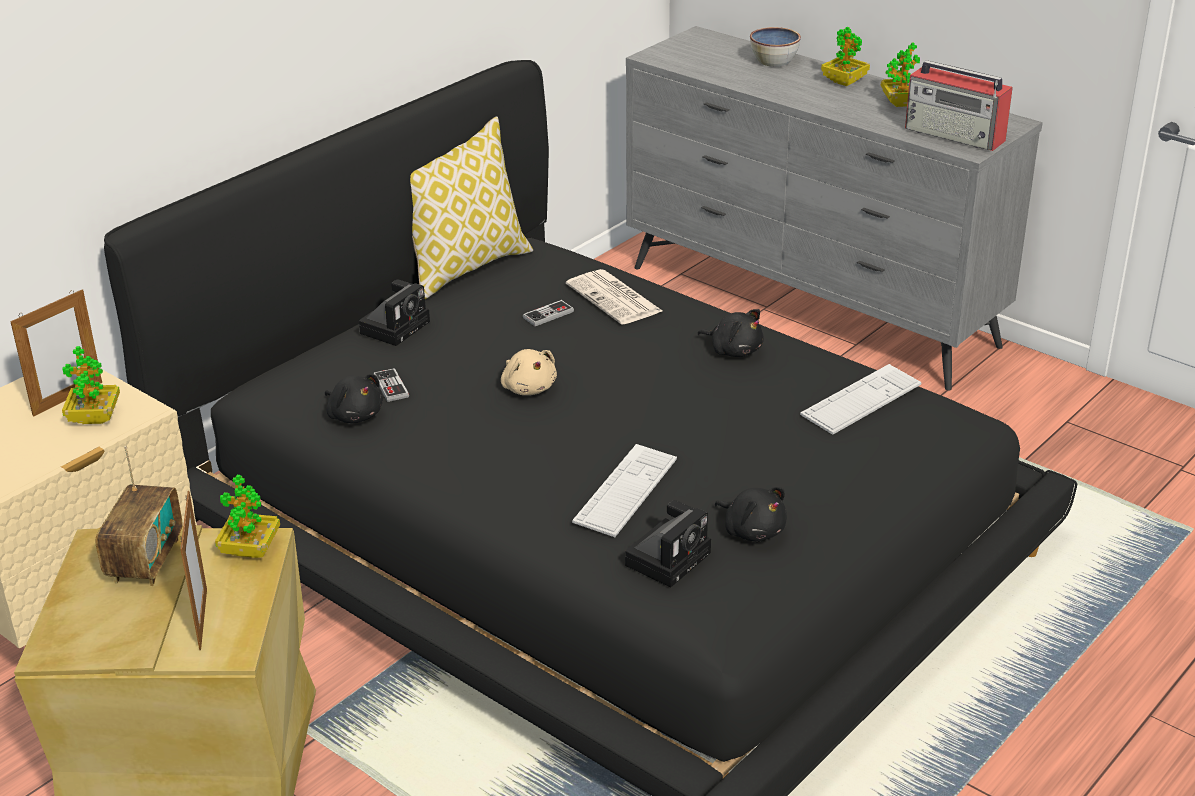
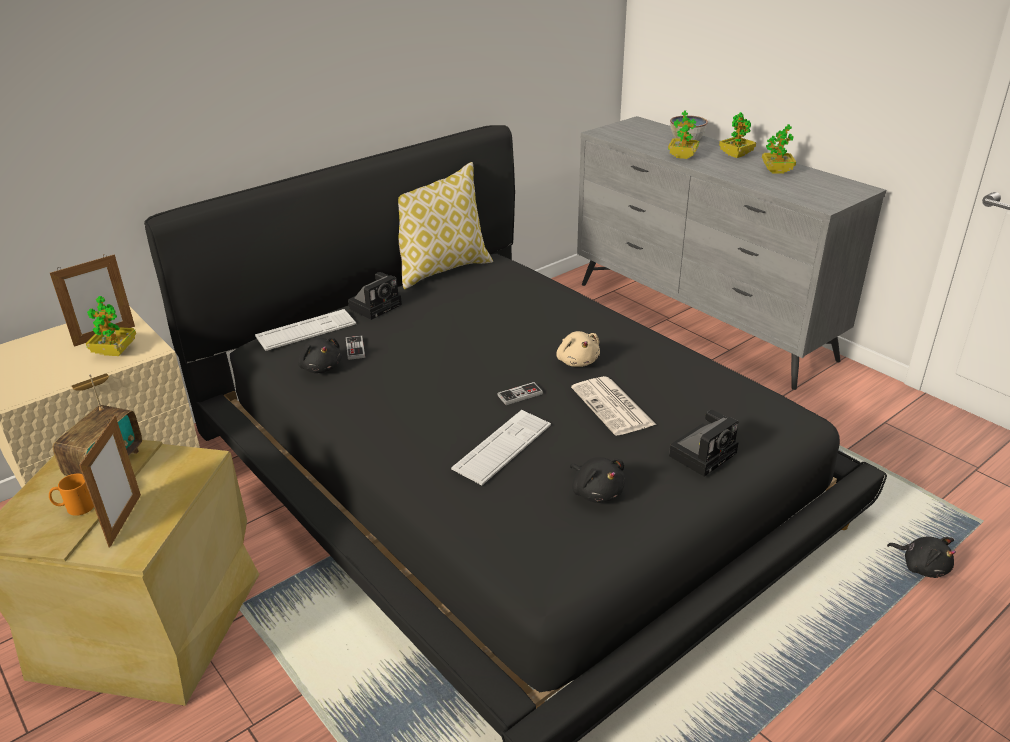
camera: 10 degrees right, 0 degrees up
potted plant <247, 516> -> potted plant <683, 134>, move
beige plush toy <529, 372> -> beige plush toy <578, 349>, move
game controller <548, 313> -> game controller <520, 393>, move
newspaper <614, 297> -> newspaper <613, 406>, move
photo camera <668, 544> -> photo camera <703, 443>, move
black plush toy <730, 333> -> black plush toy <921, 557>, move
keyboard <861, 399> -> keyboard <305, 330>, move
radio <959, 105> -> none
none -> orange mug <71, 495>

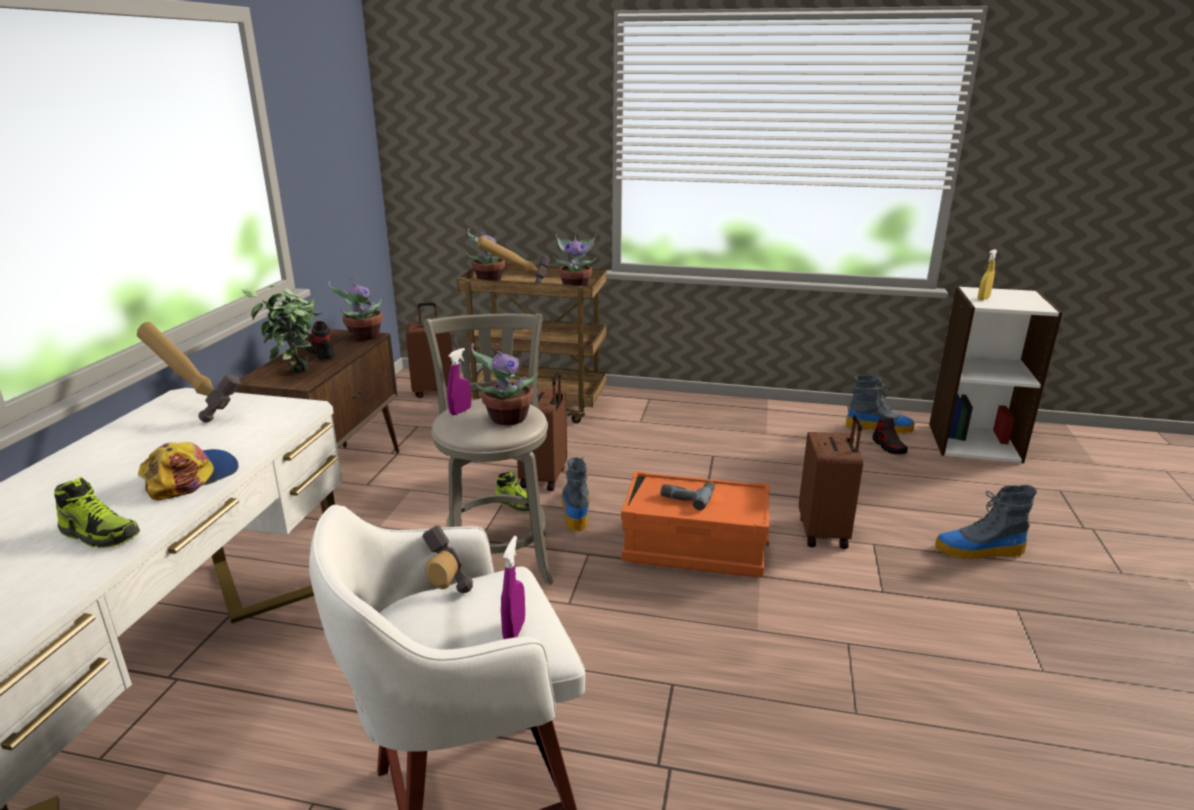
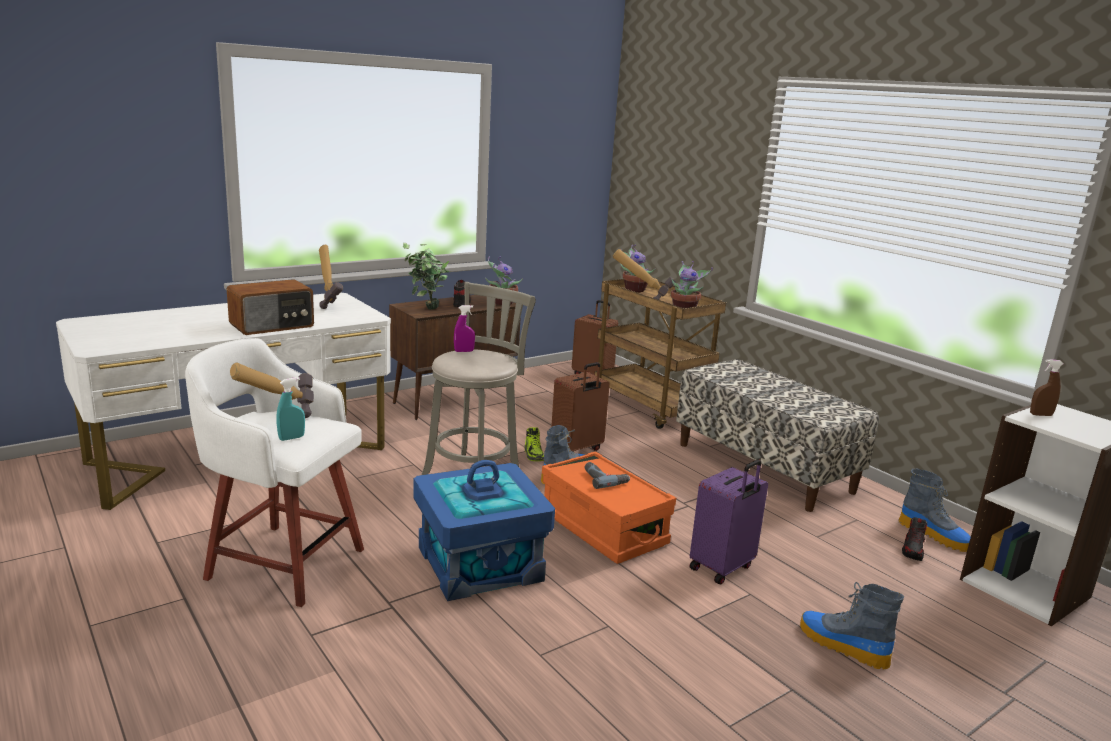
camera: 40 degrees right, 5 degrees down
shoe <97, 512> -> none
cap <188, 471> -> radio <270, 307>
potted plant <504, 384> -> none
purple spray bottle <513, 587> -> turquoise spray bottle <290, 409>
brown suitcase <831, 482> -> purple suitcase <729, 522>
yellow spray bottle <987, 274> -> brown spray bottle <1047, 387>
none -> blue storage box <484, 530>
none -> bench <777, 435>

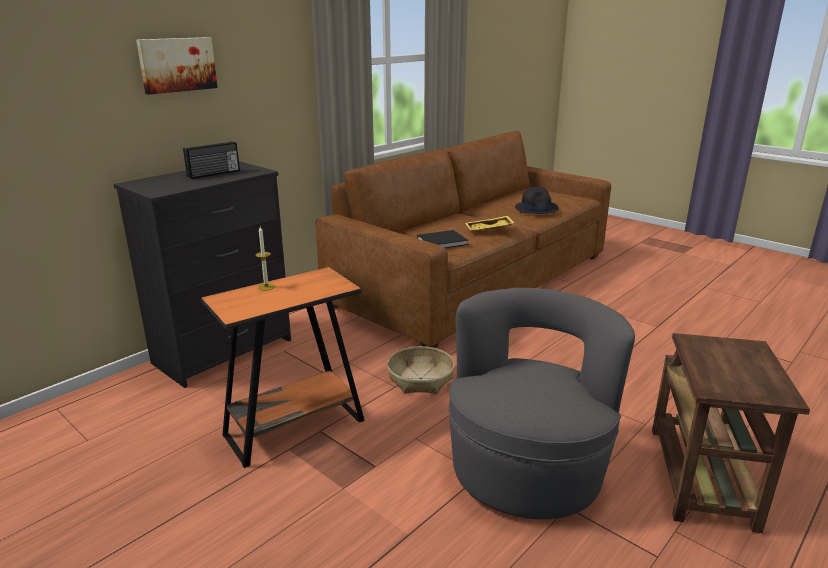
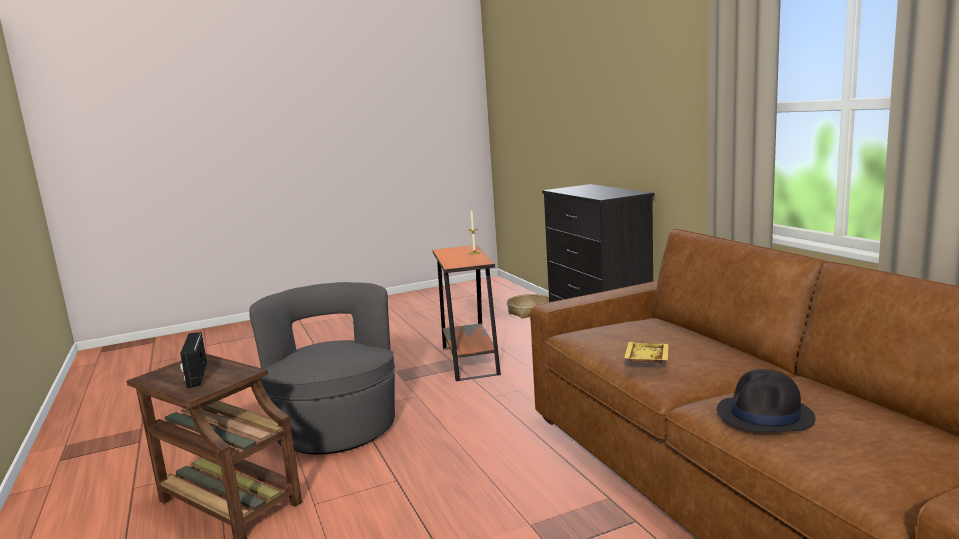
camera: 115 degrees right, 10 degrees down
picture <177, 66> -> none
radio <211, 160> -> radio <193, 360>, move
basket <421, 370> -> basket <528, 306>, move
black book <442, 239> -> none
grey armchair <541, 404> -> grey armchair <322, 368>, 150 degrees counterclockwise

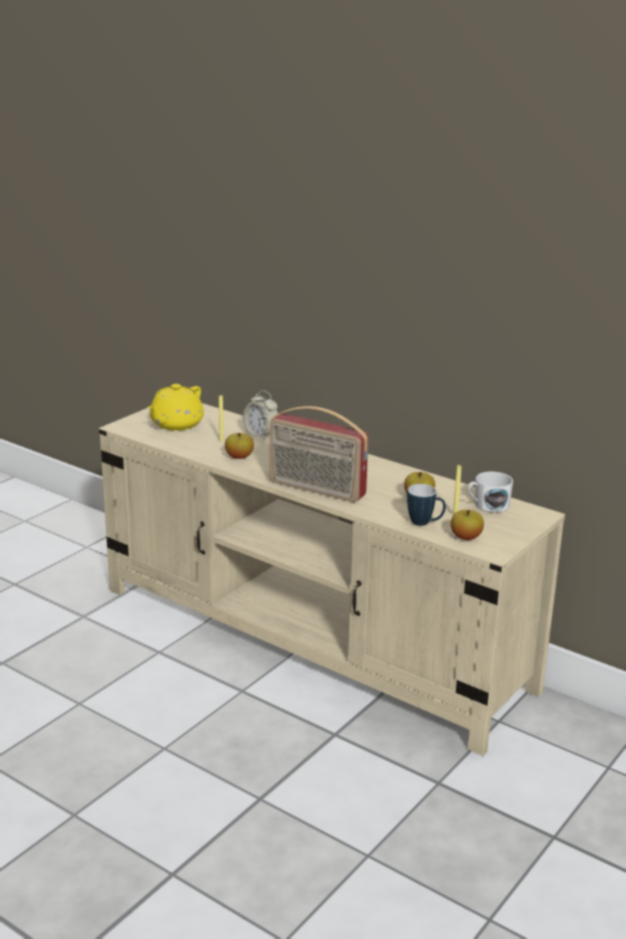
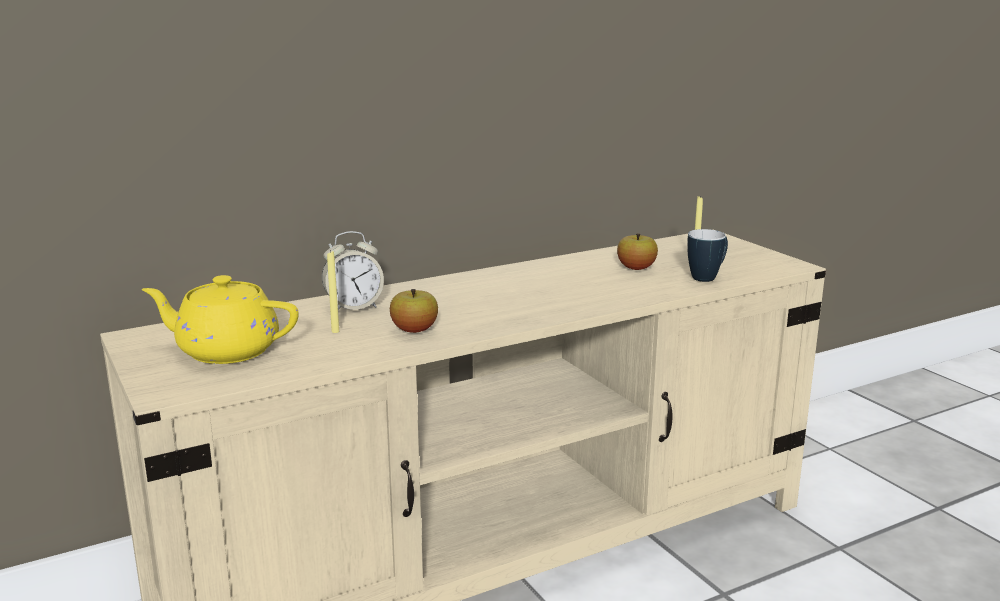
camera: 65 degrees left, 5 degrees down
yellow teapot <176, 407> -> yellow teapot <220, 319>, 135 degrees clockwise
radio <319, 454> -> none
apple <467, 525> -> none
white mug <490, 492> -> none

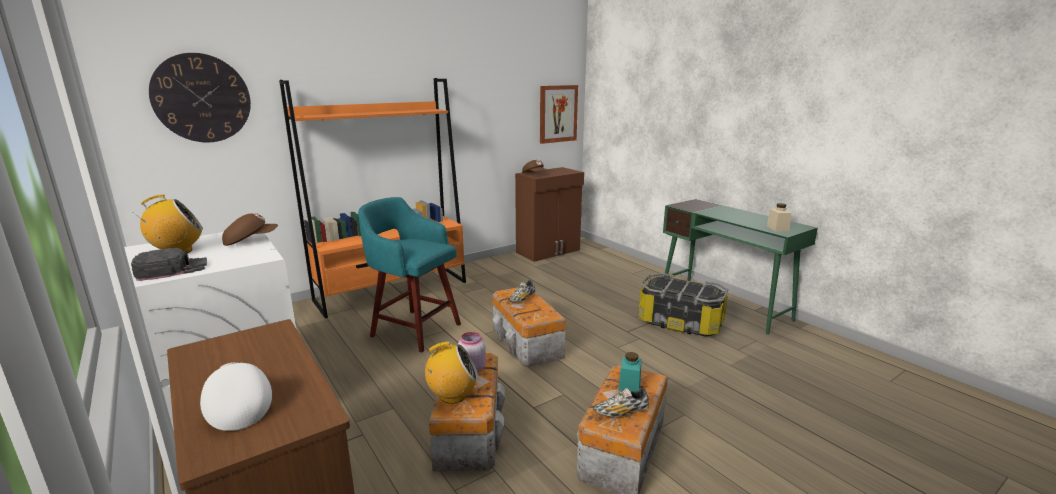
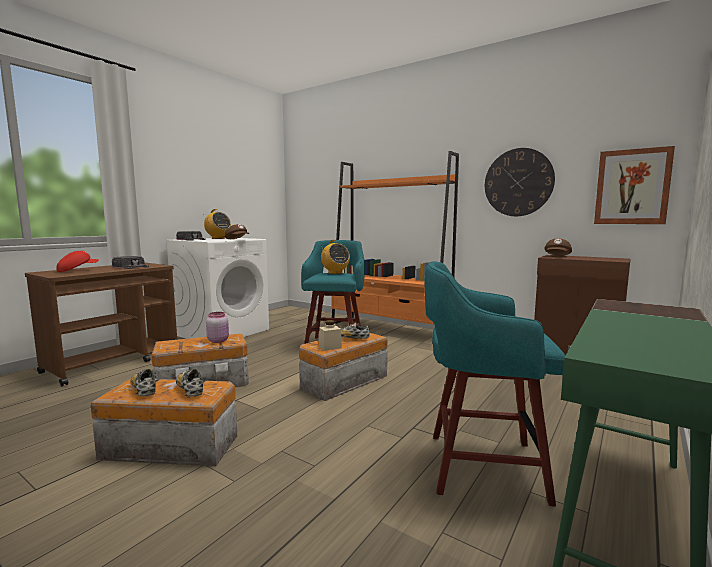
camera: 70 degrees right, 10 degrees down
wall clock <200, 97> -> wall clock <520, 182>, move
white cap <236, 396> -> red cap <77, 261>
radio <450, 373> -> radio <335, 257>, move
turquoise jar <630, 372> -> shoe <189, 383>
storage box <683, 305> -> turquoise stool <495, 384>
beige jar <779, 217> -> beige jar <330, 335>, move
none -> black cap <130, 262>

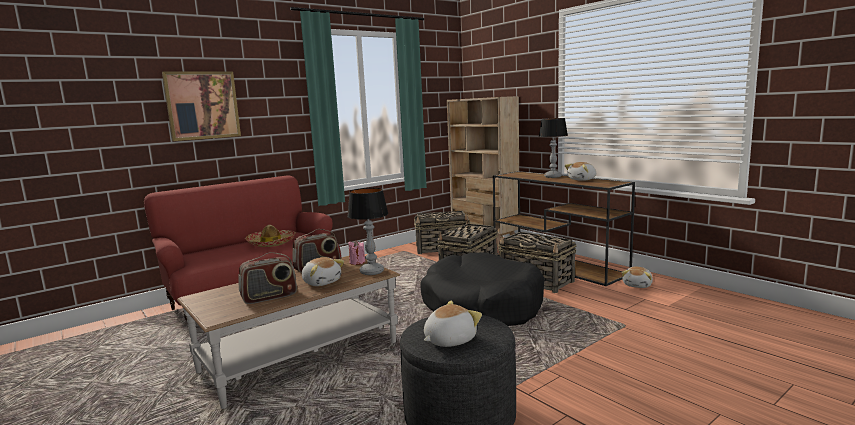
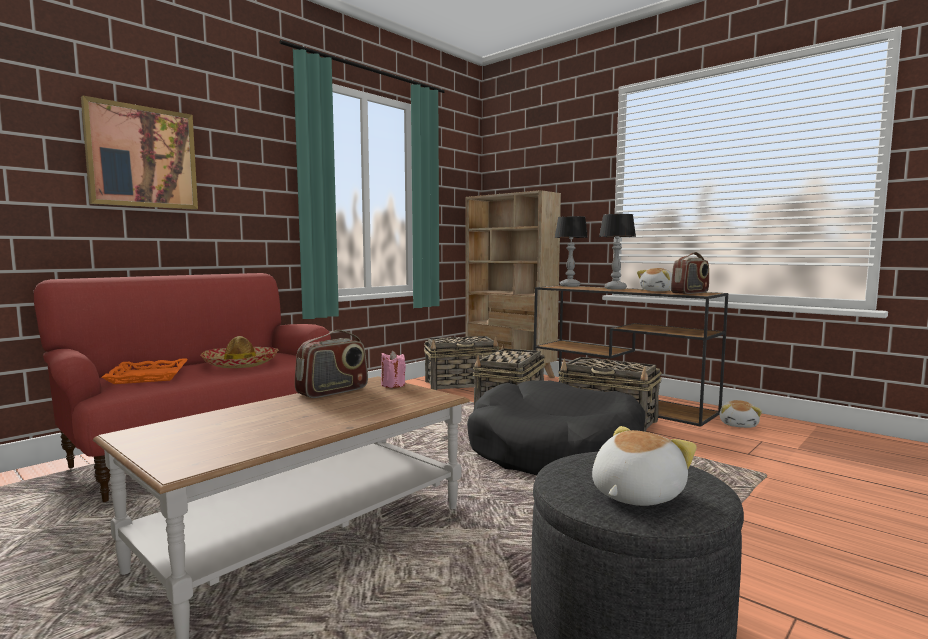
camera: 10 degrees left, 5 degrees down
radio <268, 278> -> radio <690, 273>, move
plush toy <323, 271> -> none
table lamp <367, 231> -> table lamp <571, 251>, move
none -> orange tray <145, 371>

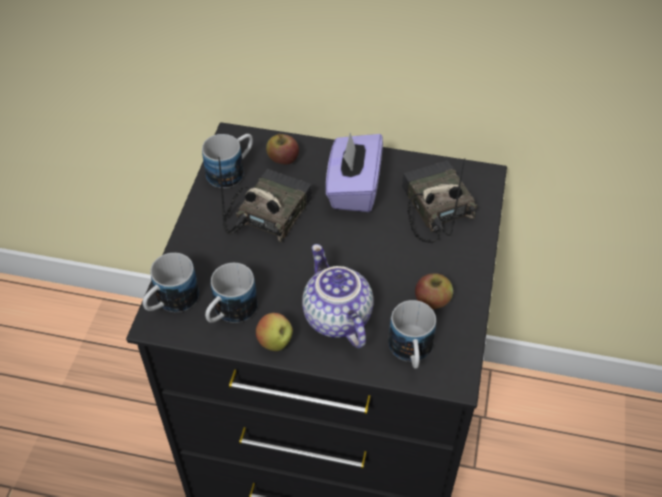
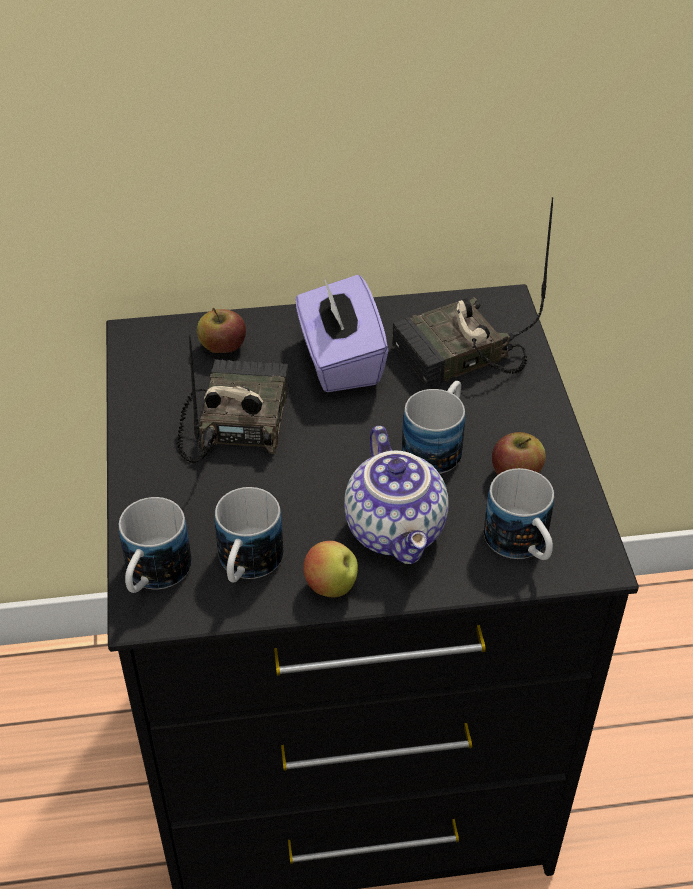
camera: 20 degrees left, 5 degrees down
mug <227, 161> -> mug <433, 427>, move
teapot <337, 296> -> teapot <396, 495>, 150 degrees counterclockwise
radio <439, 200> -> radio <473, 292>, 75 degrees counterclockwise

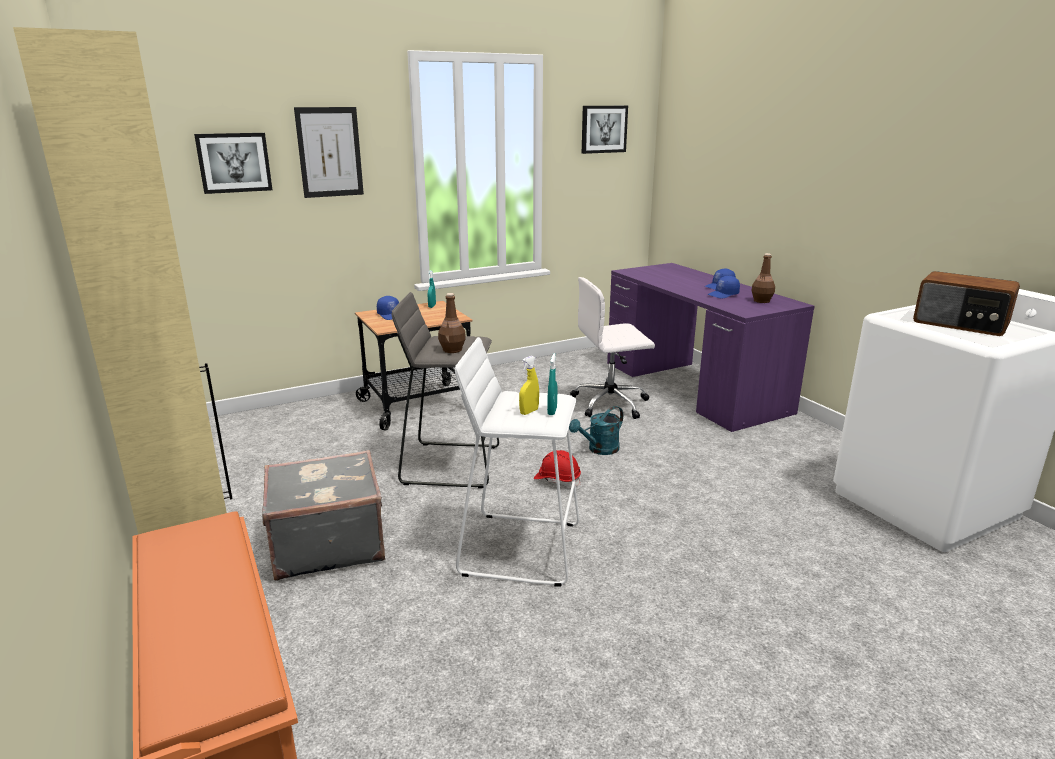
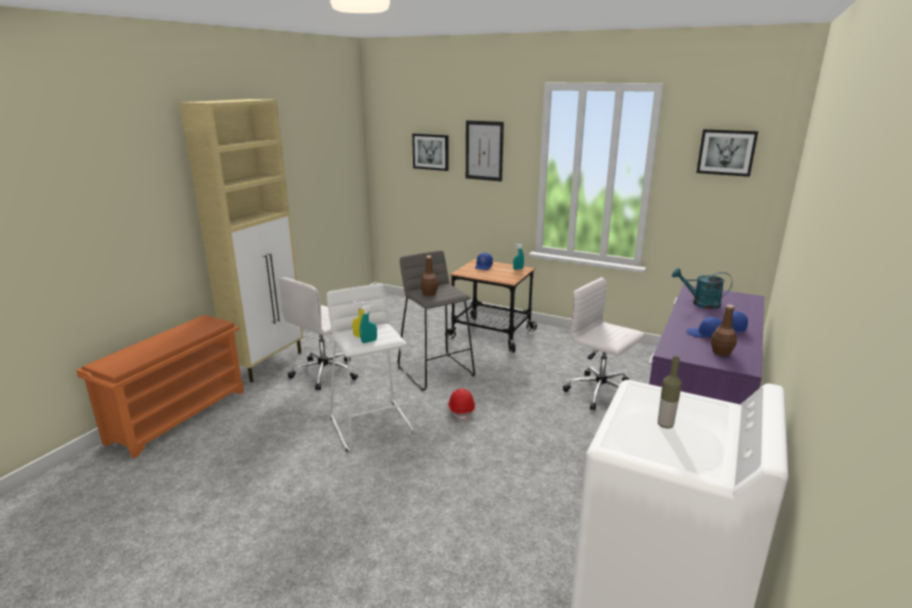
camera: 55 degrees right, 0 degrees up
grey suitcase <323, 515> -> white office chair <318, 334>
turquoise watering can <596, 430> -> turquoise watering can <702, 288>, move
radio <966, 303> -> bottle <670, 392>

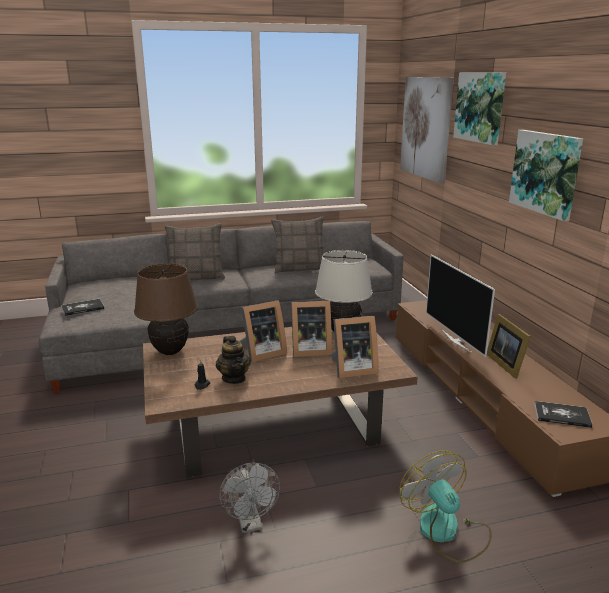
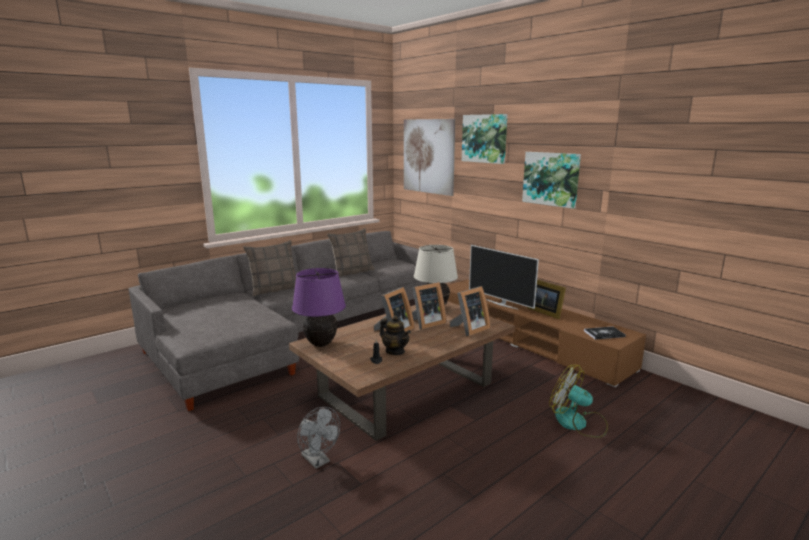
camera: 25 degrees left, 5 degrees down
book <83, 307> -> none
brown table lamp <166, 309> -> purple table lamp <319, 307>
grey fan <249, 498> -> grey fan <318, 438>, move

